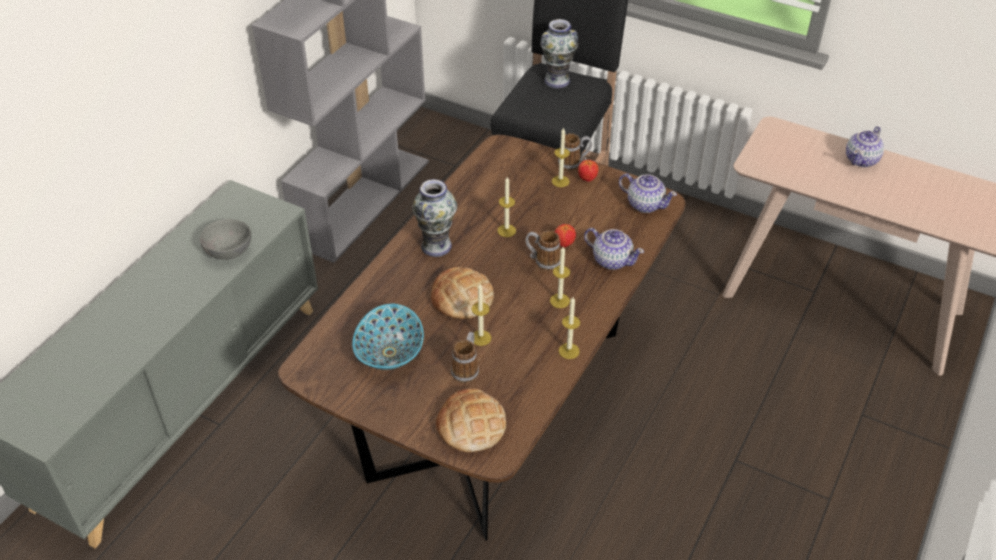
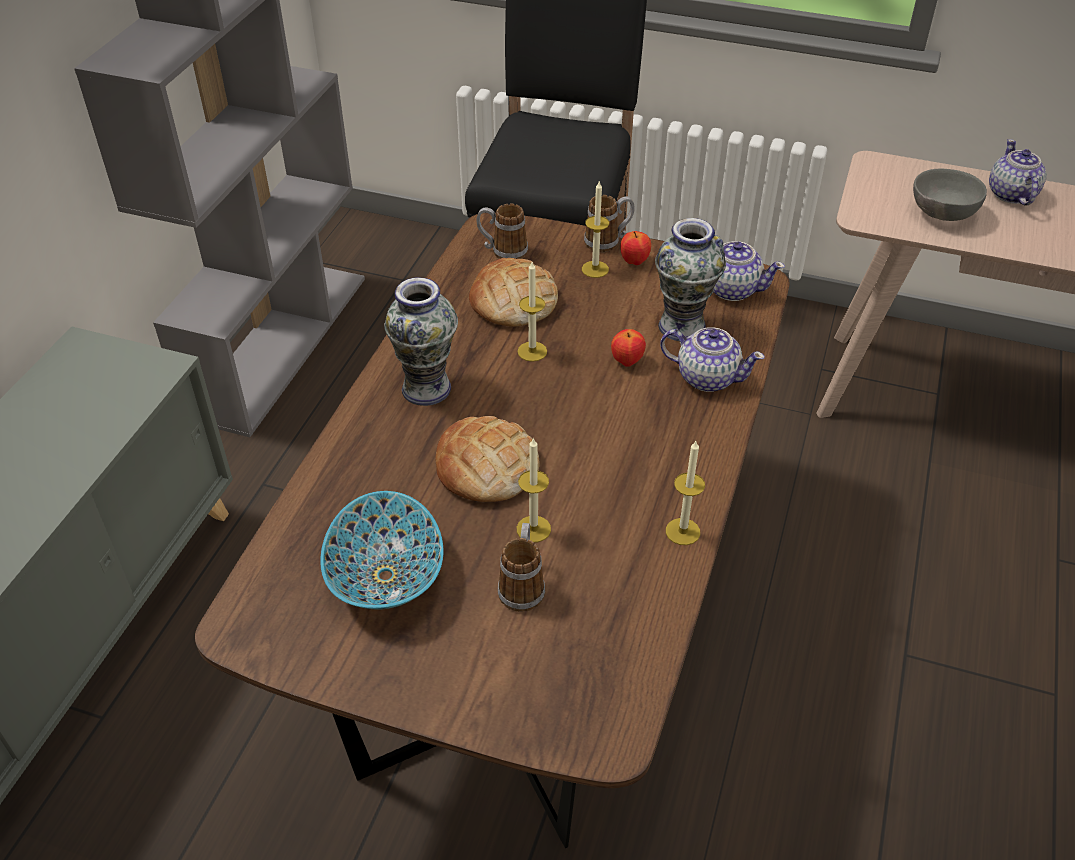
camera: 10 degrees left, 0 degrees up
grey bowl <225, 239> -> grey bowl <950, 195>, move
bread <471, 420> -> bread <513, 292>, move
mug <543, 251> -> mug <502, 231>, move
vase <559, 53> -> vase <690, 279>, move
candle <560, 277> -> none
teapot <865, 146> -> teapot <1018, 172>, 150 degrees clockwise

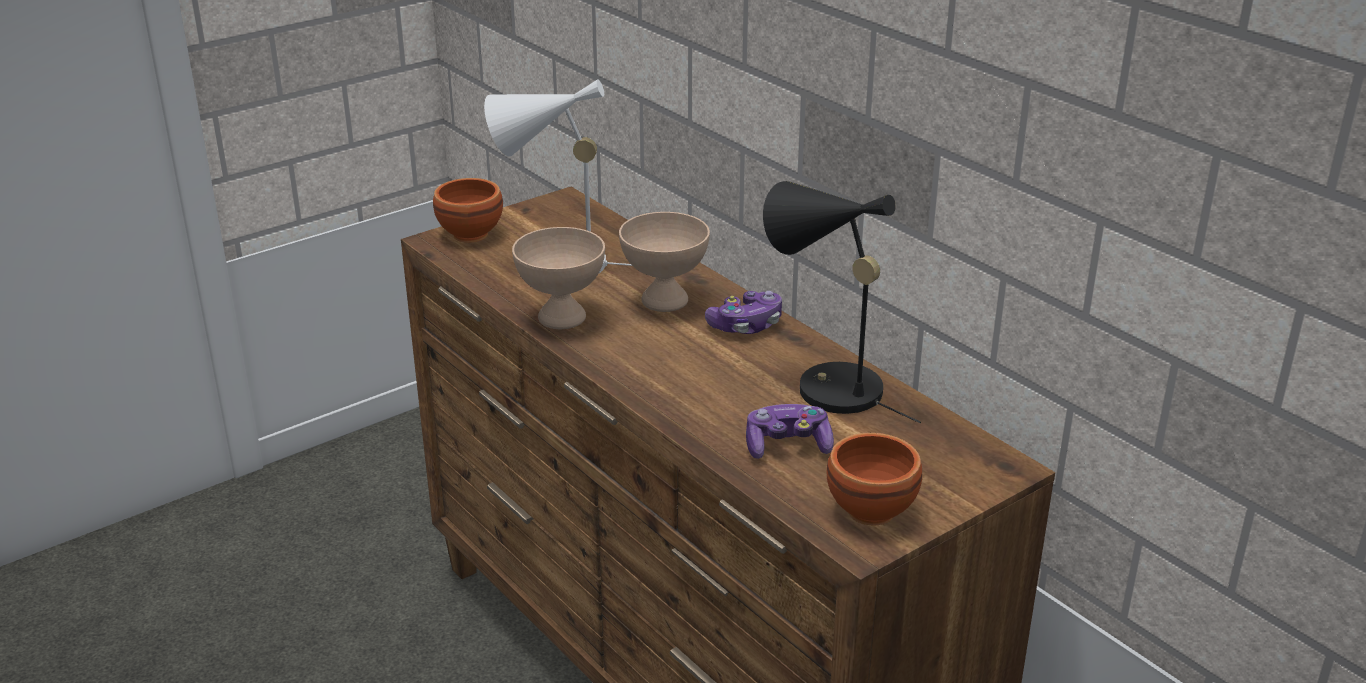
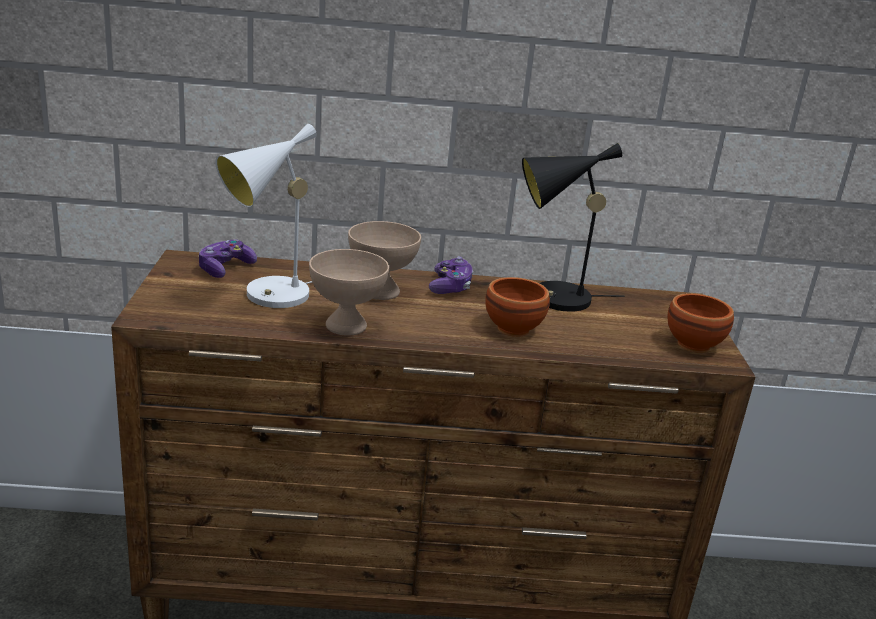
camera: 55 degrees left, 5 degrees down
brown bowl <468, 210> -> brown bowl <517, 307>, move
game controller <790, 431> -> game controller <228, 258>, move

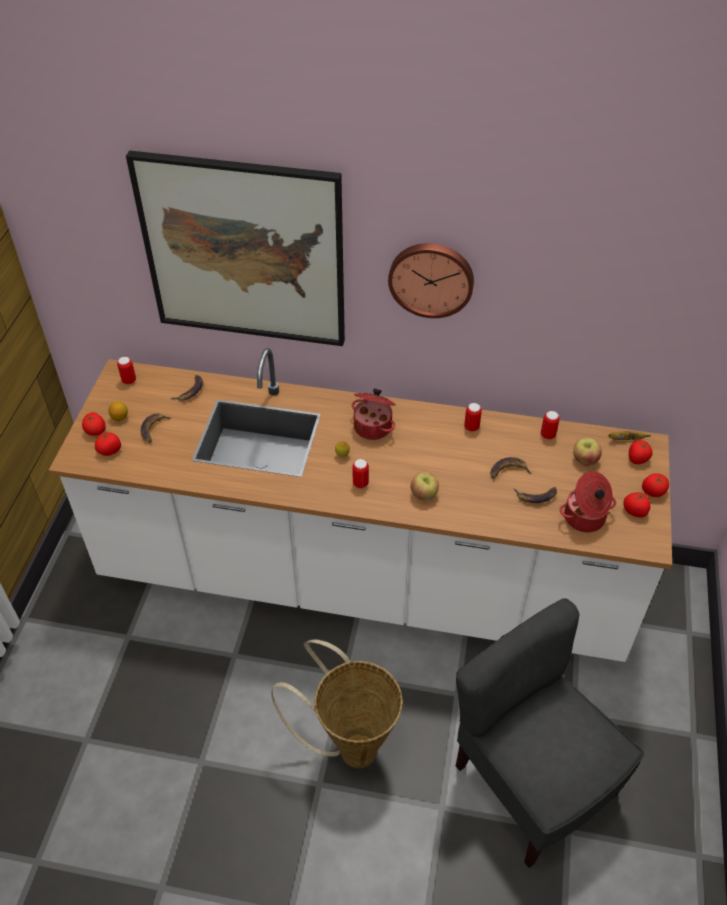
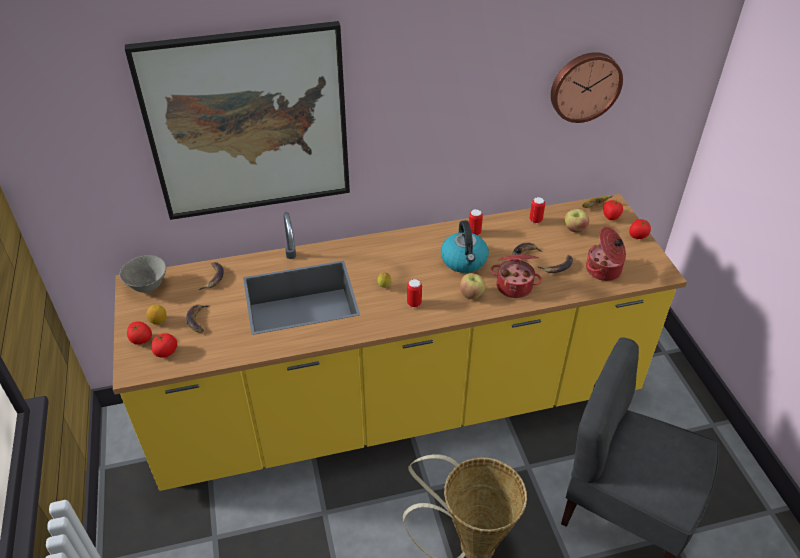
camera: 25 degrees left, 5 degrees down
white counter <360, 505> -> yellow counter <400, 342>
can <126, 371> -> grey bowl <142, 274>
cooking pot <374, 414> -> cooking pot <516, 273>, move
wall clock <431, 280> -> wall clock <587, 87>, move
tomato <636, 504> -> none
none -> kettle <465, 246>

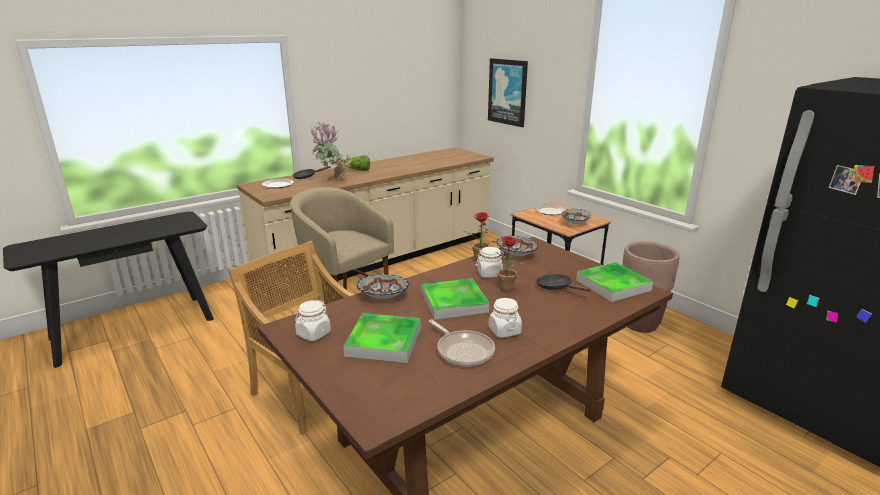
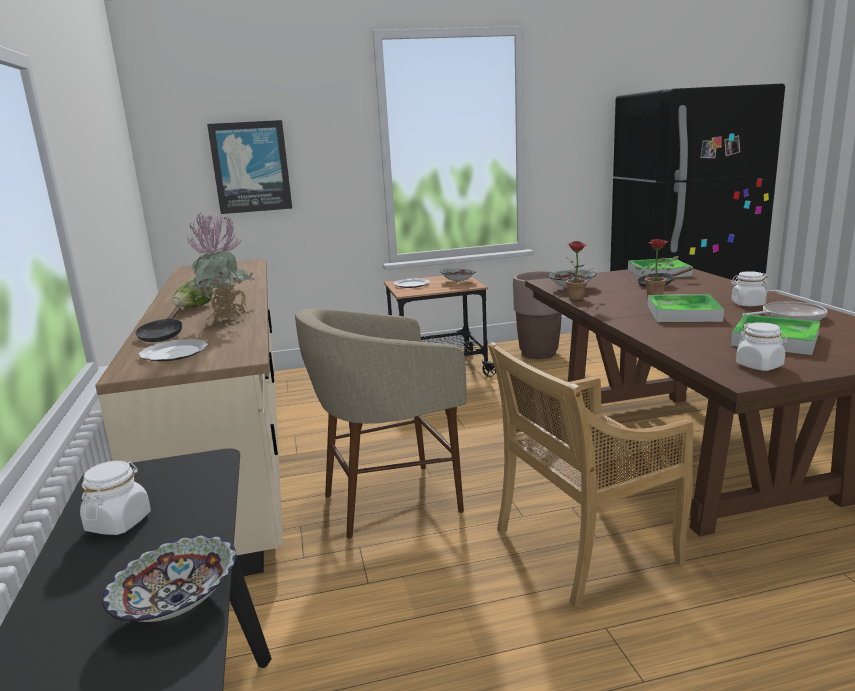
camera: 65 degrees left, 5 degrees down
bowl <383, 286> -> bowl <169, 578>, move
white jar <491, 262> -> white jar <115, 498>, move

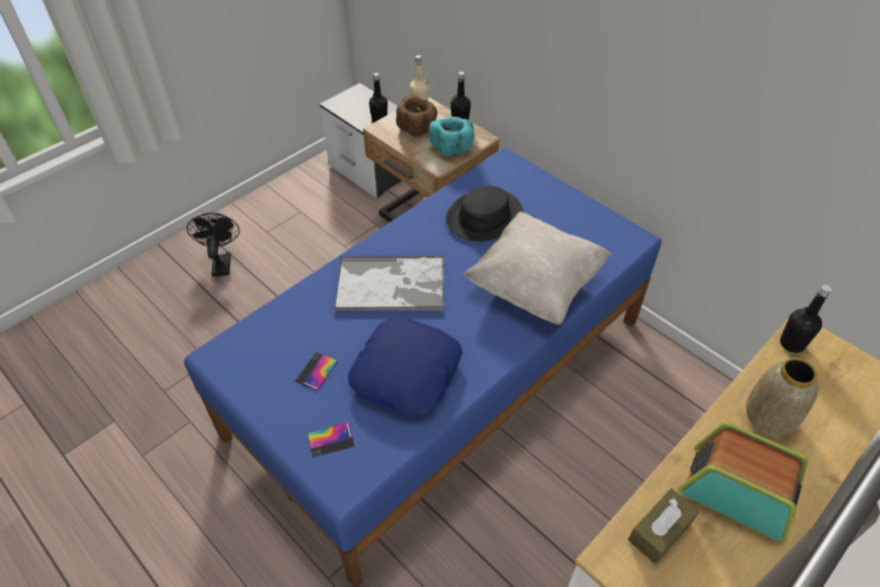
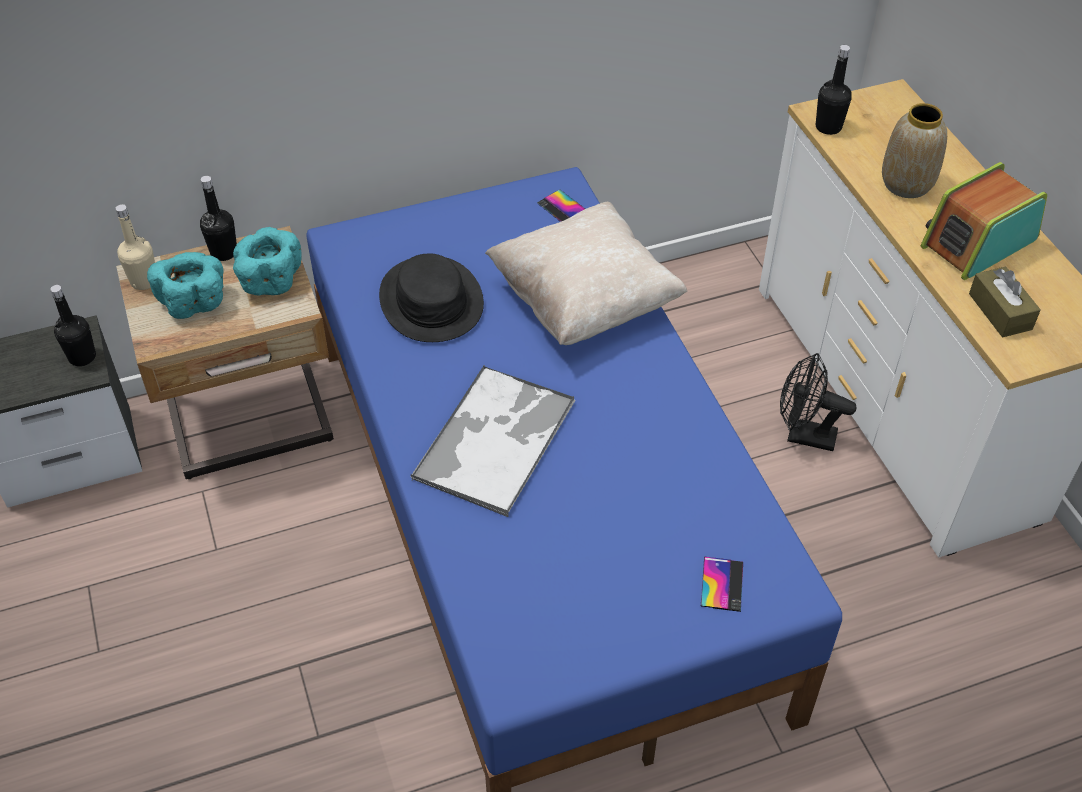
camera: 65 degrees left, 0 degrees up
black fan <213, 244> -> black fan <818, 402>, move
phone <316, 371> -> phone <561, 205>, move
blue pillow <405, 366> -> none
brown bowl <416, 115> -> turquoise bowl <185, 285>

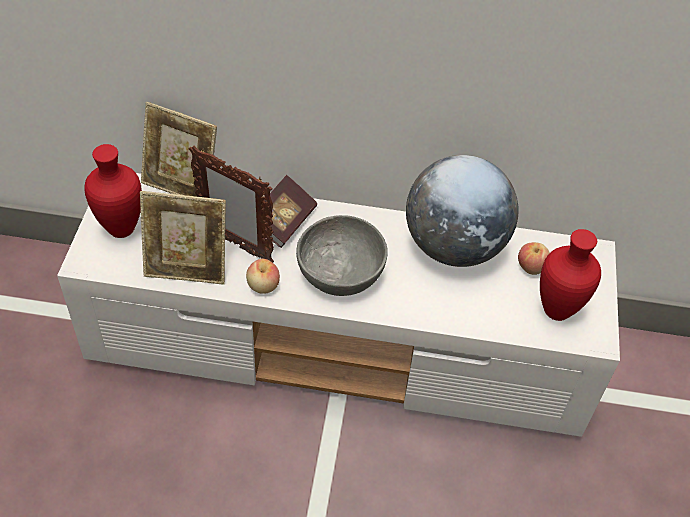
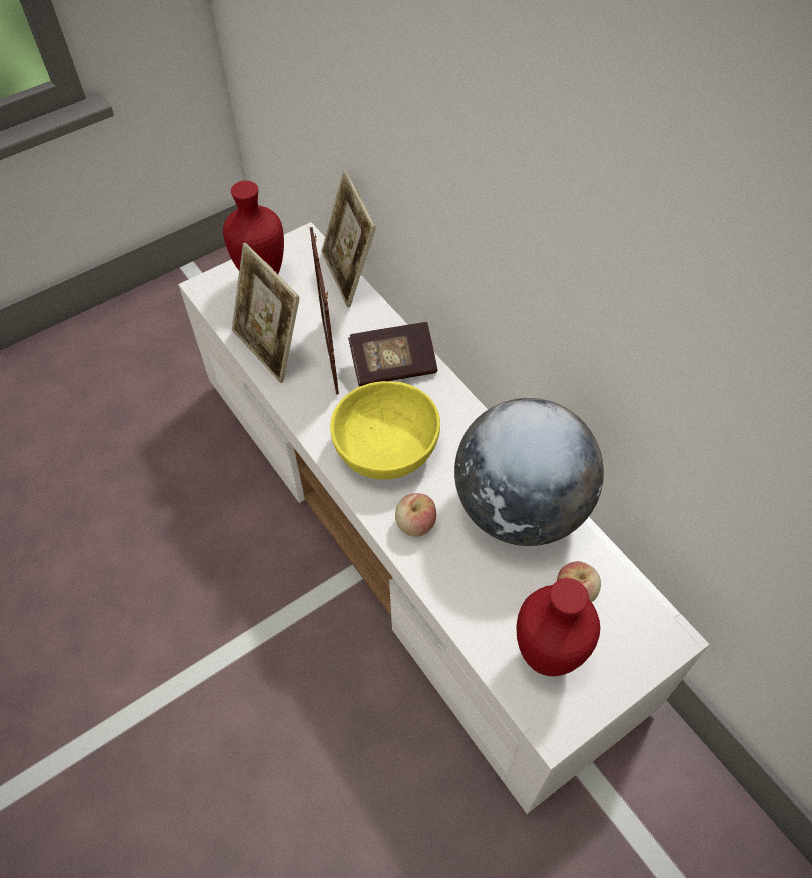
camera: 50 degrees right, 5 degrees up
apple <263, 276> -> apple <415, 515>, move
grey bowl <342, 255> -> yellow bowl <385, 430>

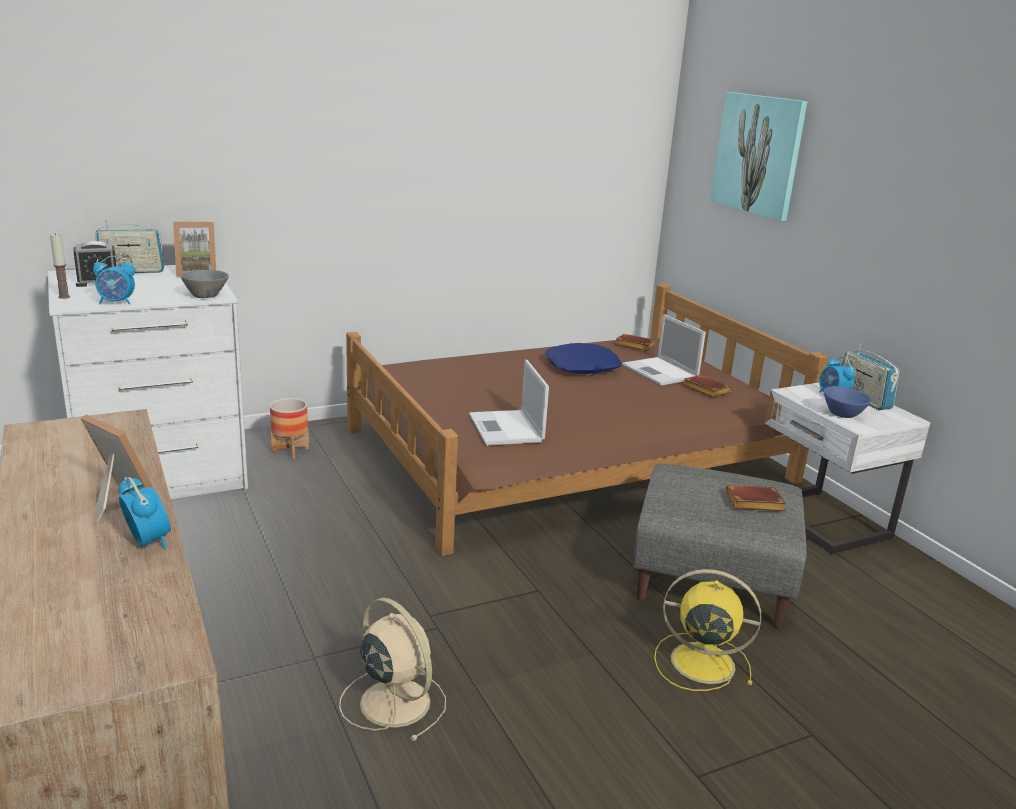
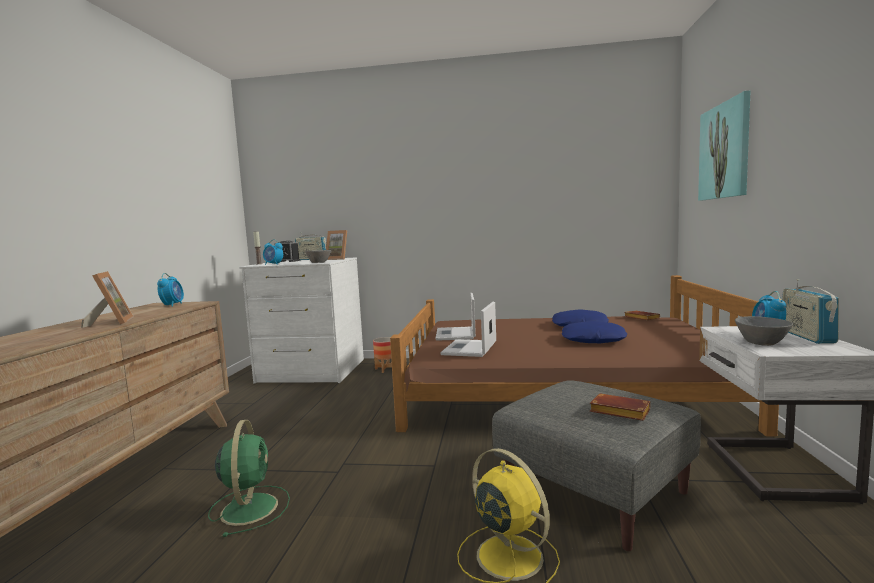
camera: 35 degrees right, 15 degrees down
alarm clock <144, 513> -> alarm clock <170, 290>, move
beige fan <392, 669> -> green fan <249, 478>
laptop <664, 350> -> laptop <455, 317>, move
brown book <707, 386> -> none
blue bowl <847, 402> -> grey bowl <764, 331>
none -> blue pillow <594, 332>

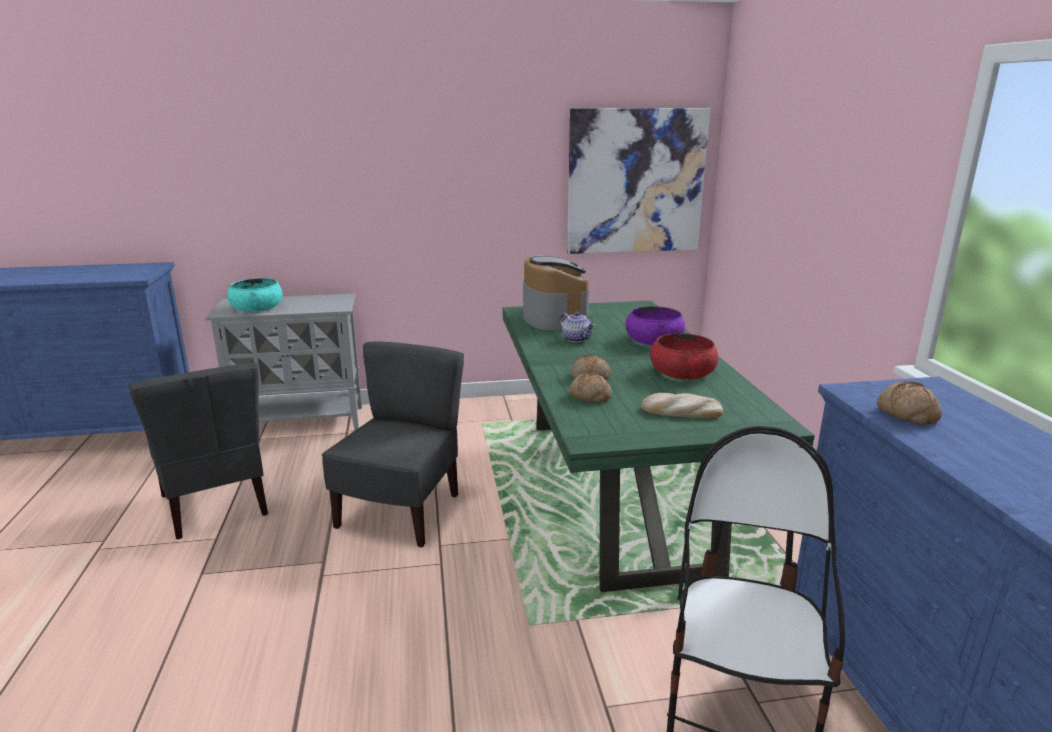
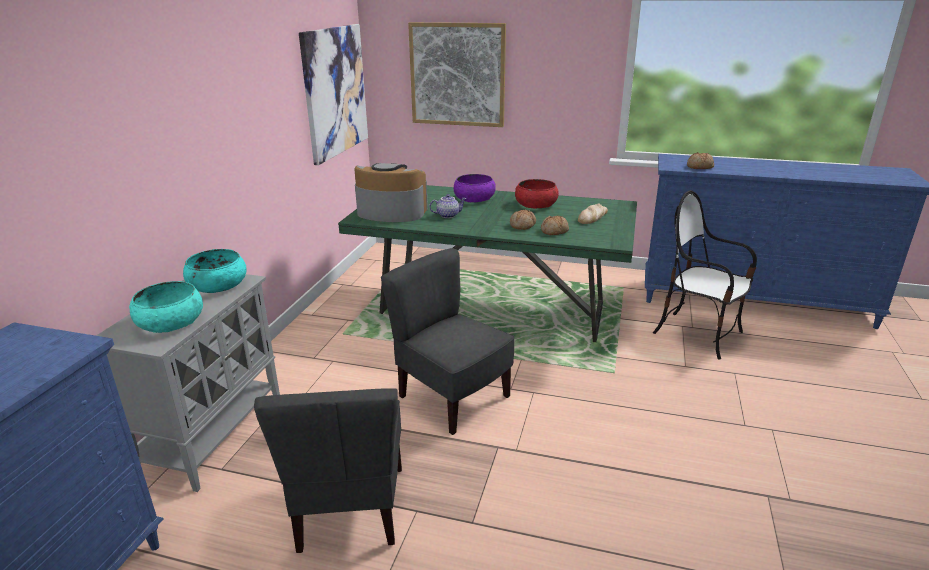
camera: 65 degrees left, 5 degrees up
grey chair <198, 451> -> grey chair <328, 470>, 90 degrees clockwise
none -> turquoise bowl <215, 271>
none -> picture <457, 74>

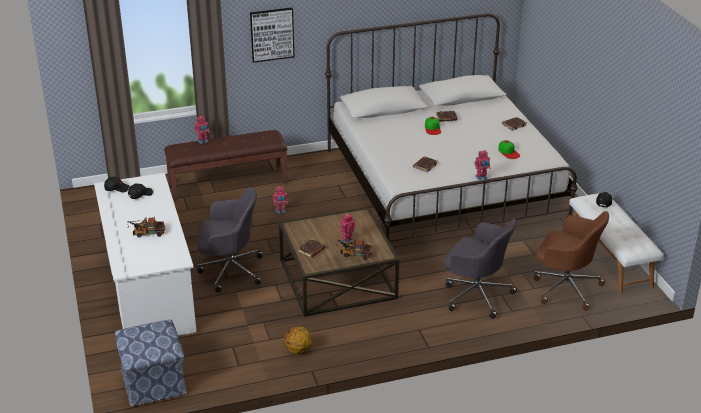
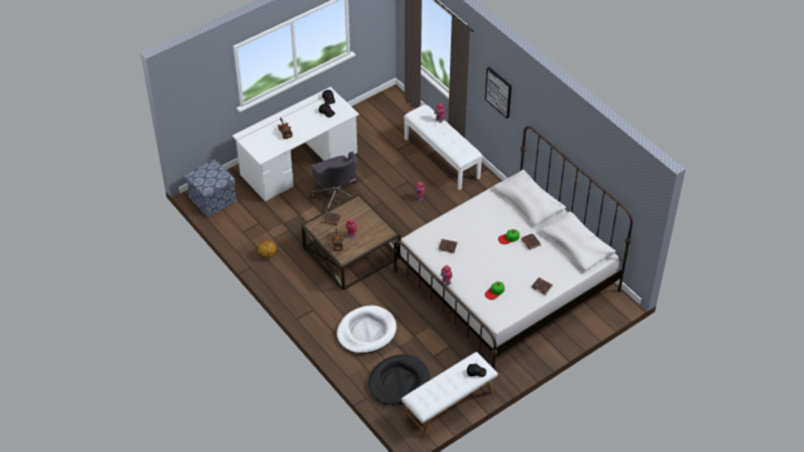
camera: 70 degrees right, 15 degrees up
brown bench <226, 165> -> white bench <443, 147>
grey office chair <480, 269> -> white dog bed <367, 329>
brown office chair <571, 261> -> black dog bed <398, 380>

